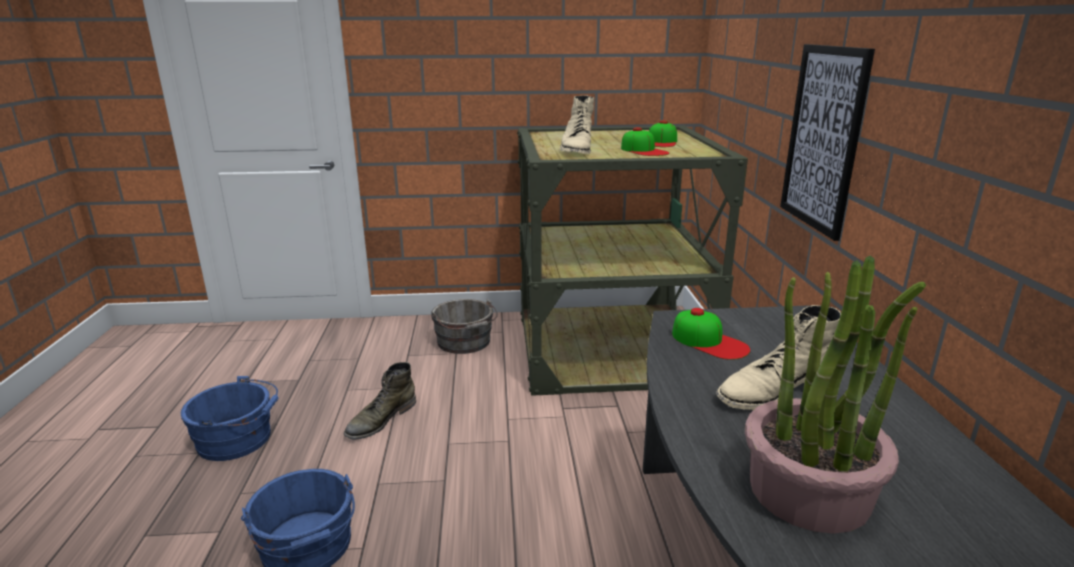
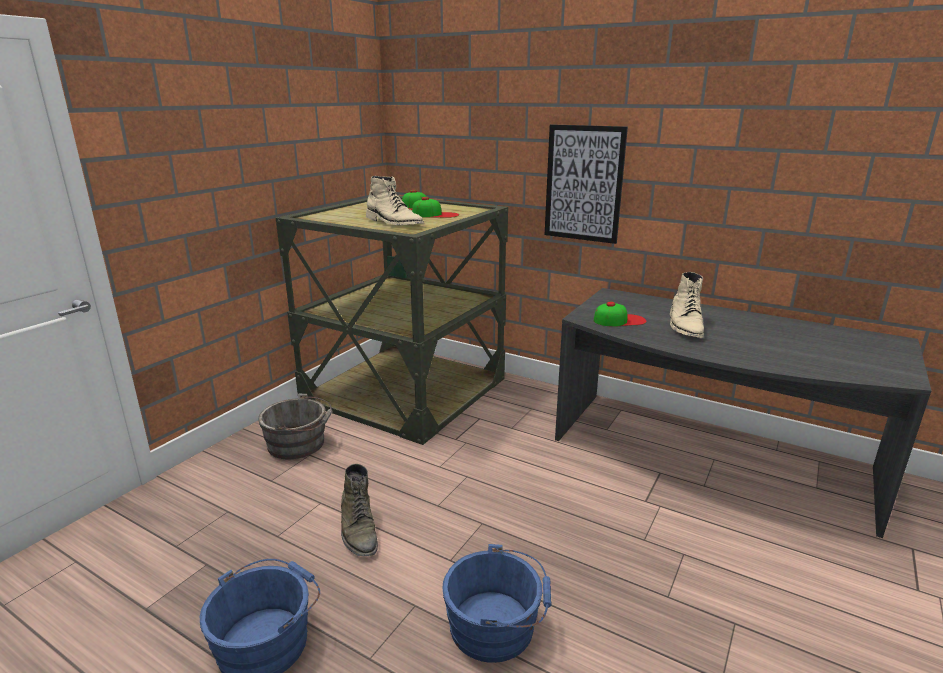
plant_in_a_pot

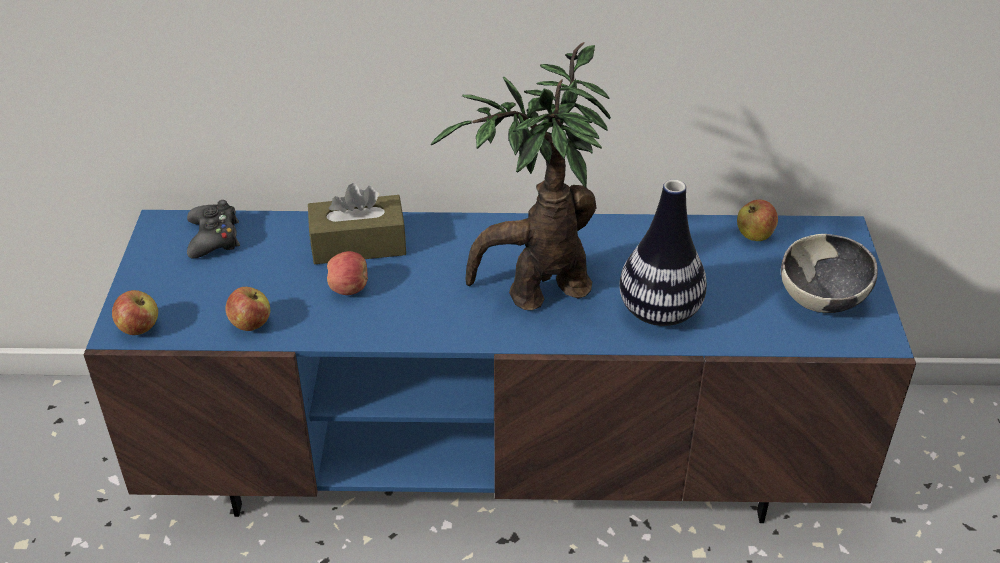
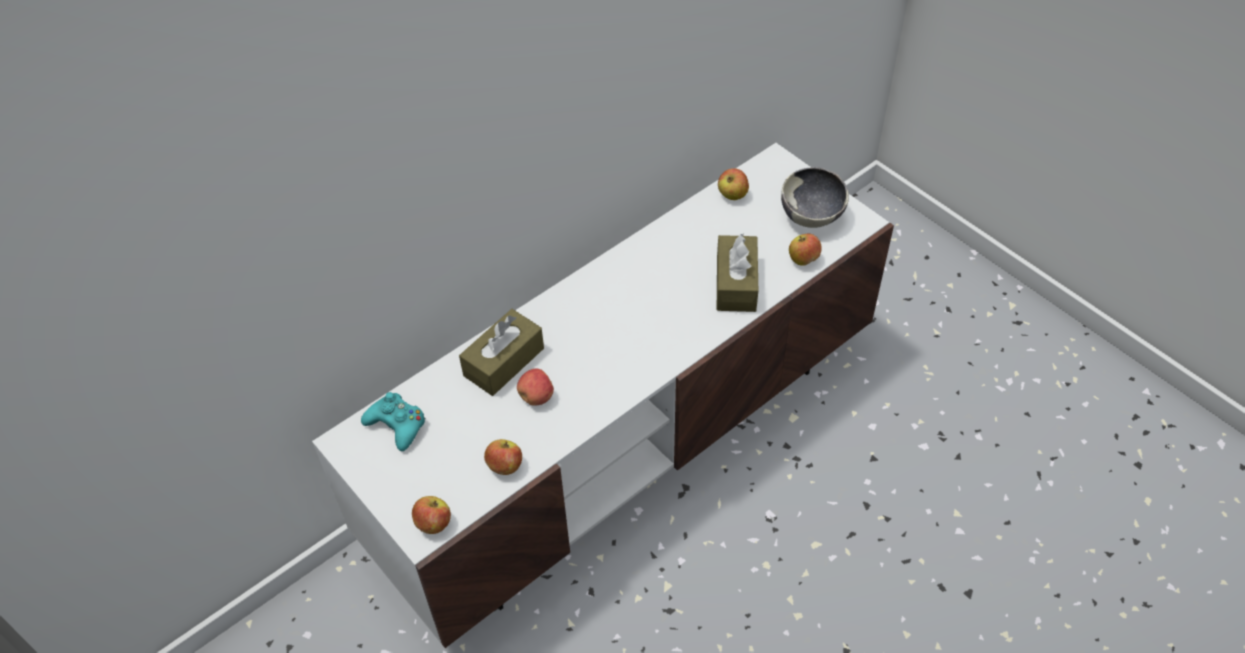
white_media_console; turquoise_joypad; brownish_box_of_tissues (2nd from left); whole_apple (5th from left); plant_in_a_pot

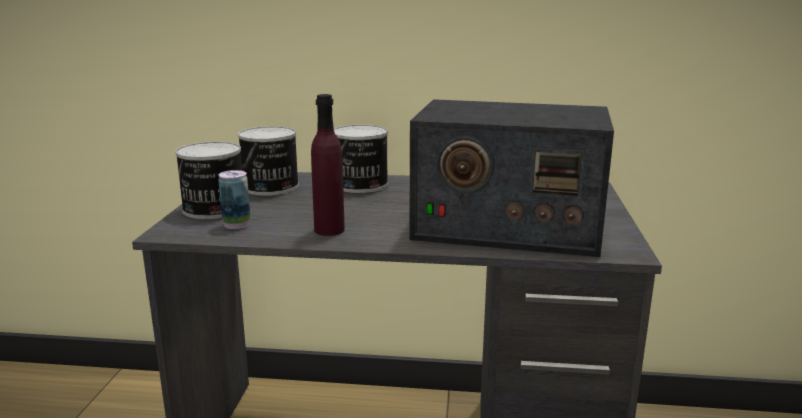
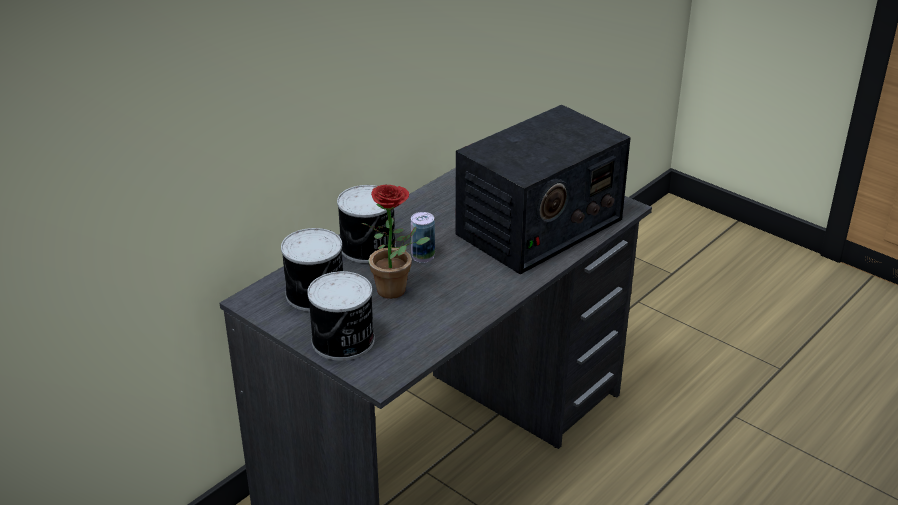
plant_in_a_pot; can (4th from left); purple_drink_bottle

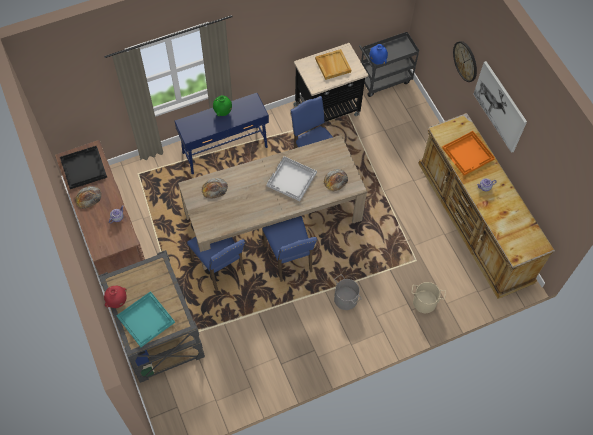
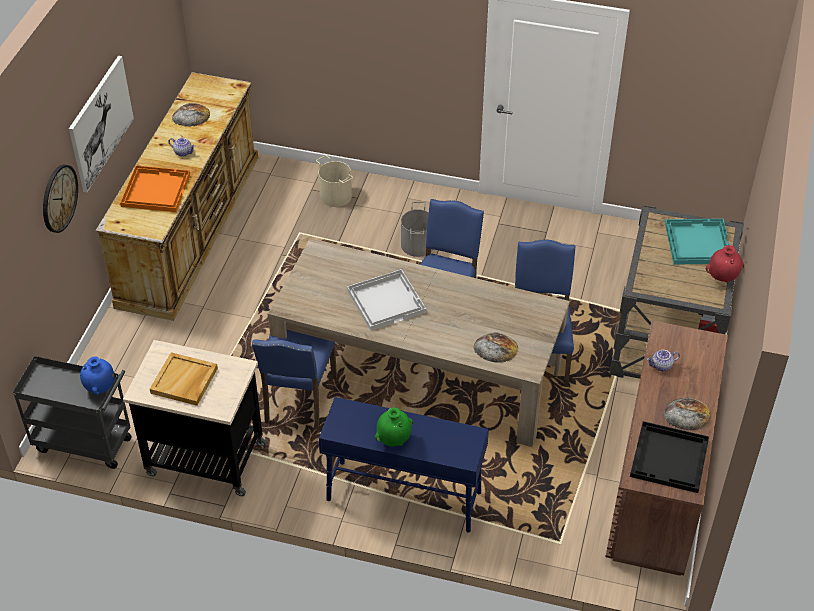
bakery_bread (1st from left)

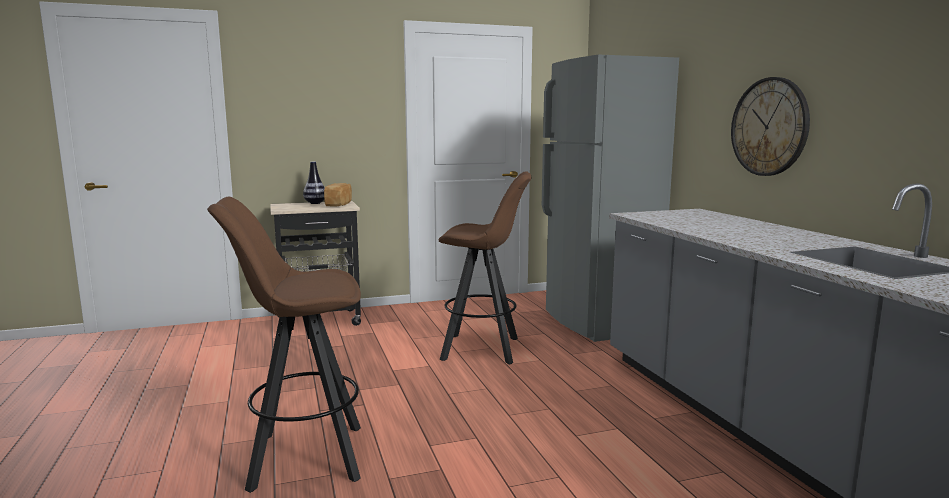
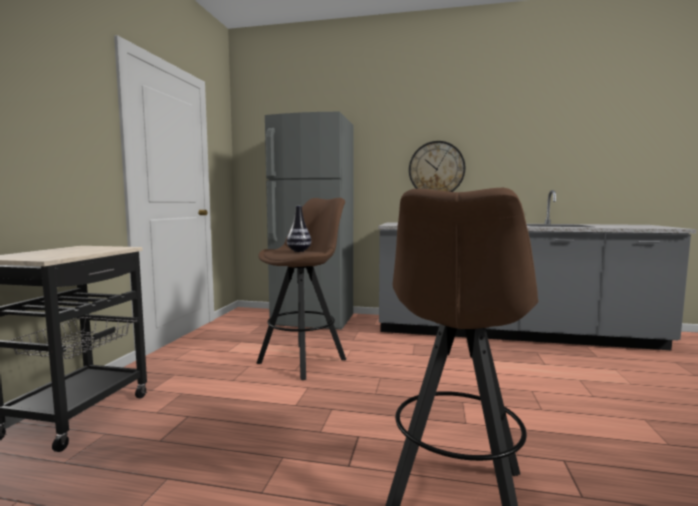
flower_vase; bakery_bread

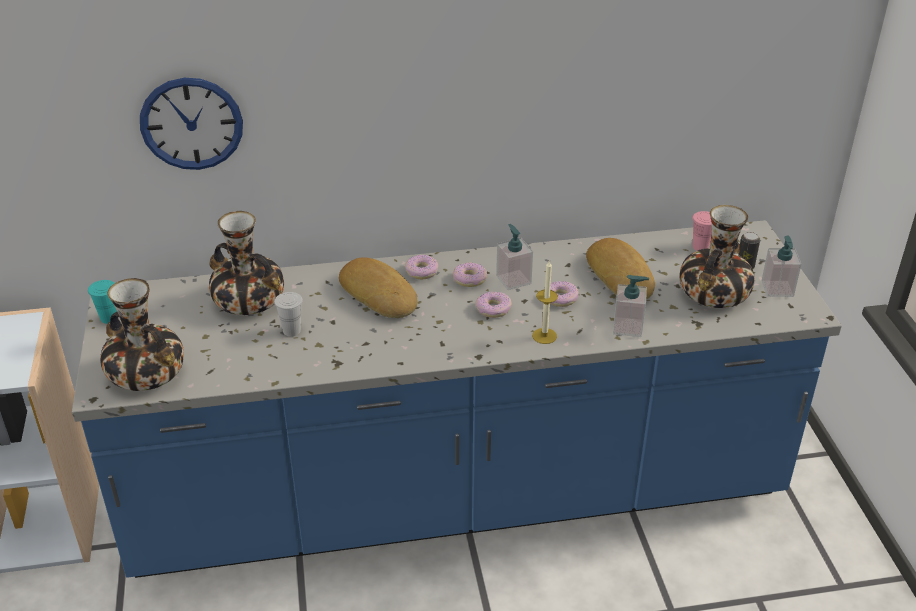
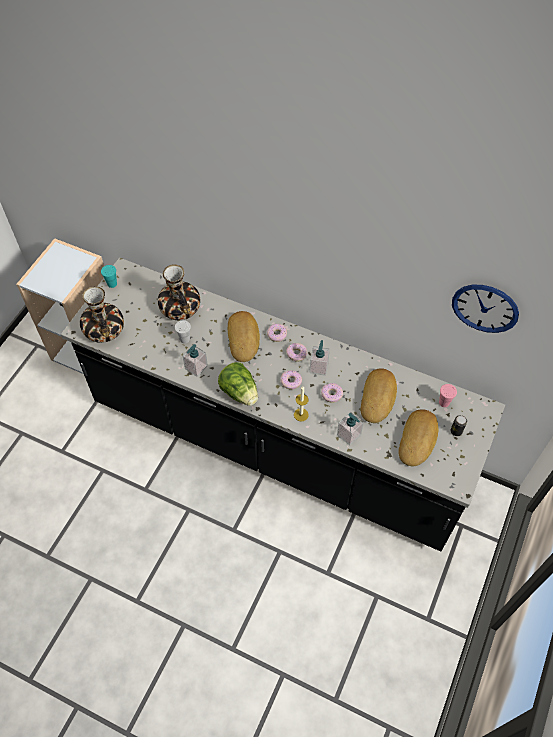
blackish_kitchen_counter; liquid_soap_bottle (1st from left); head_of_lettuce; bakery_bread (3rd from left); wall_clock

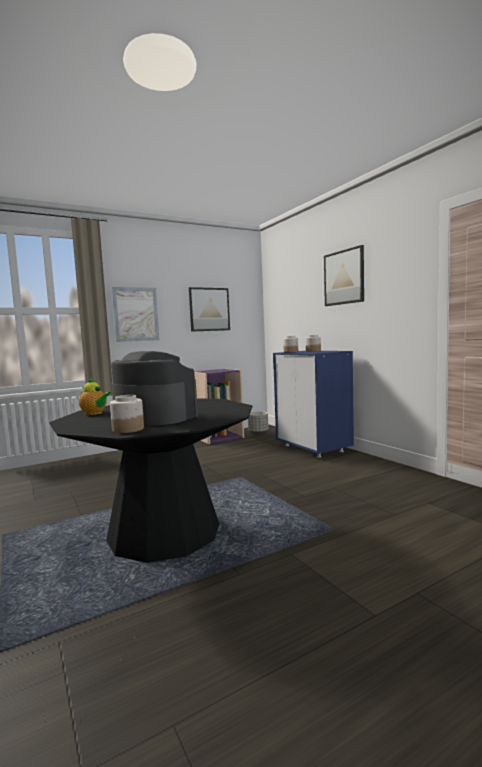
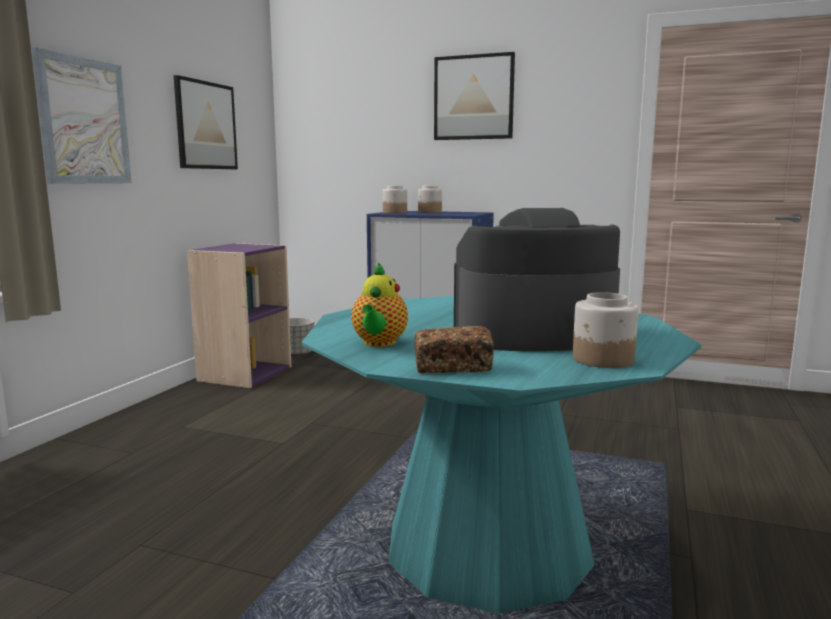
turquoise_dining_table; teapot; bakery_bread

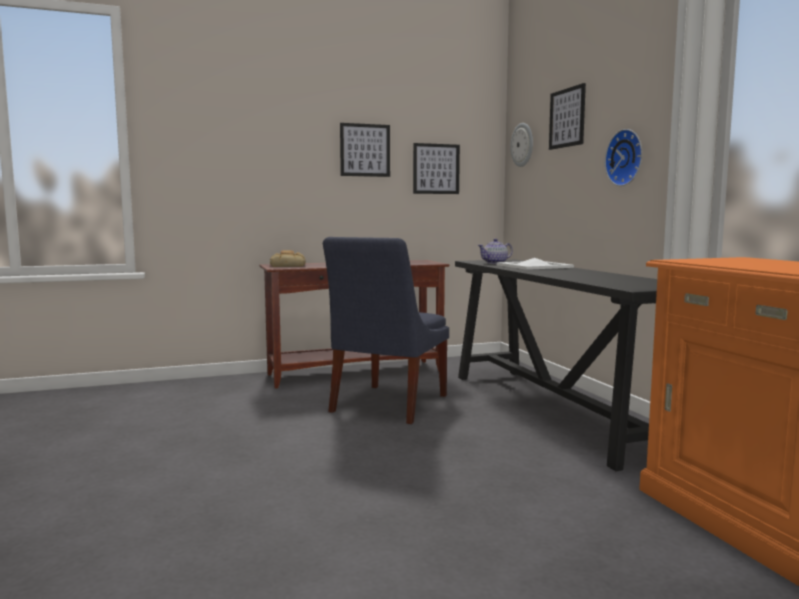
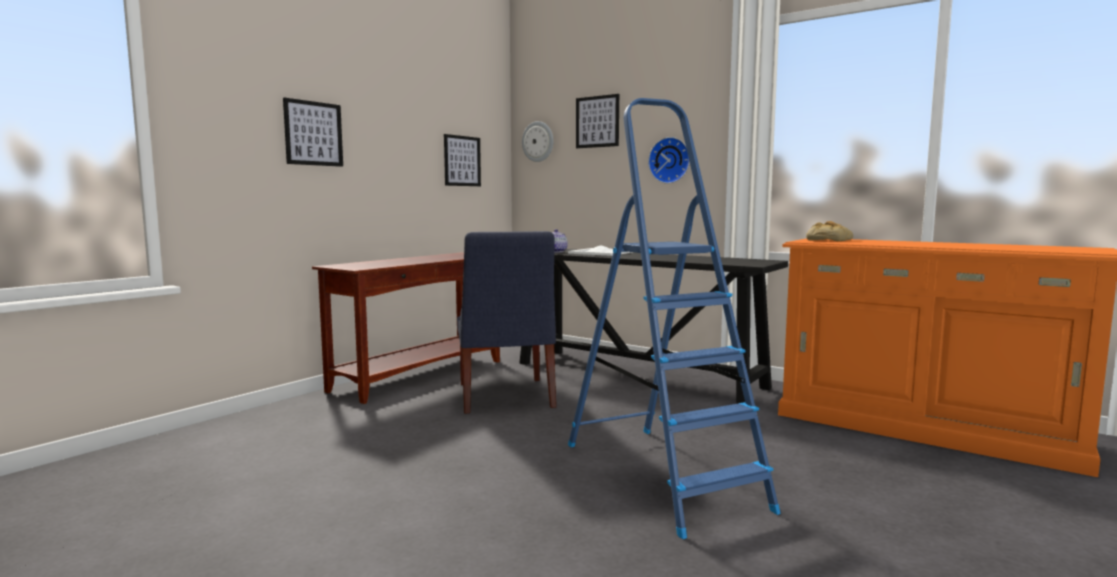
wall_art (1st from left); blue_stepladder; bakery_bread

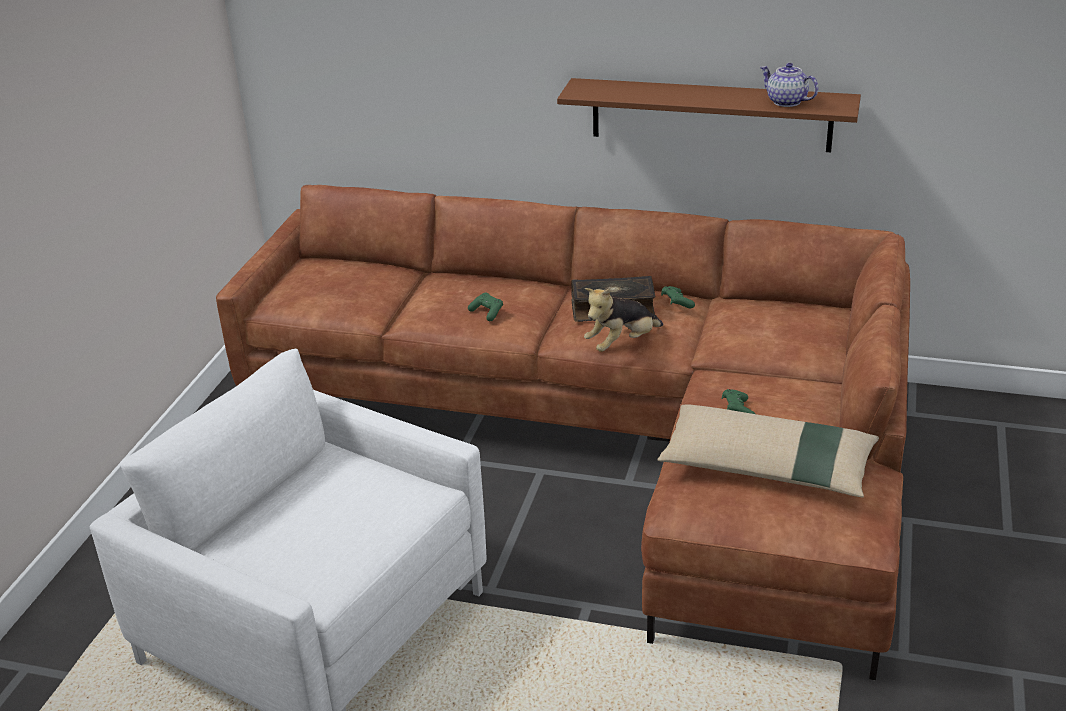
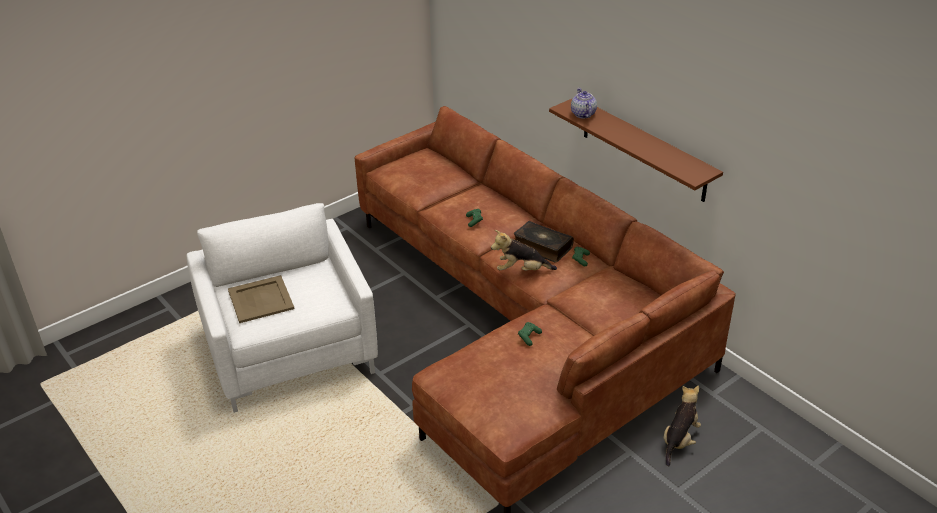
beige-coloured_carrying_tray; teapot; plush_toy (2nd from left); beige-coloured_pillow

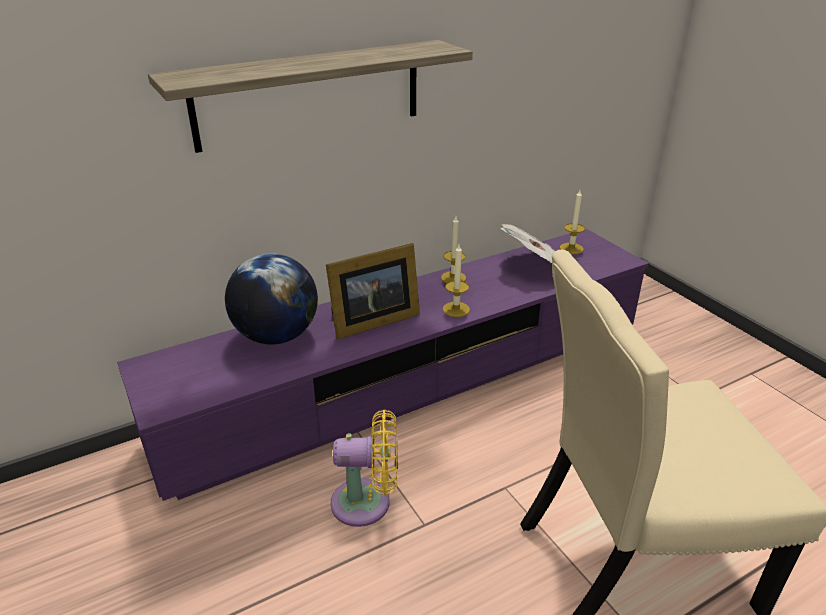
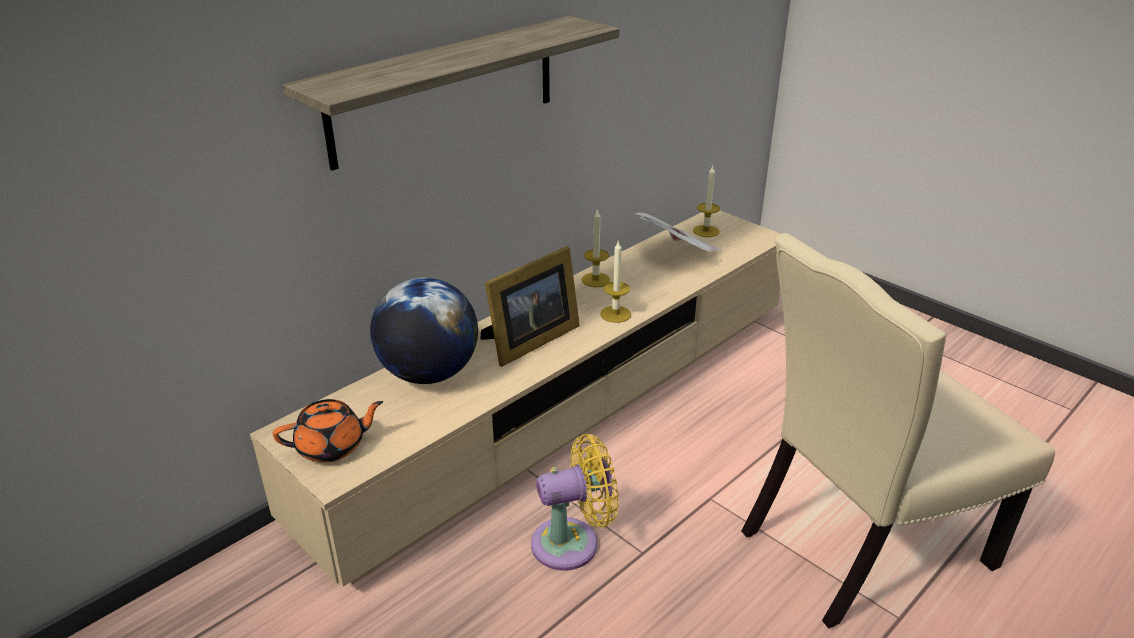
beige-coloured_media_console; orangey_teapot

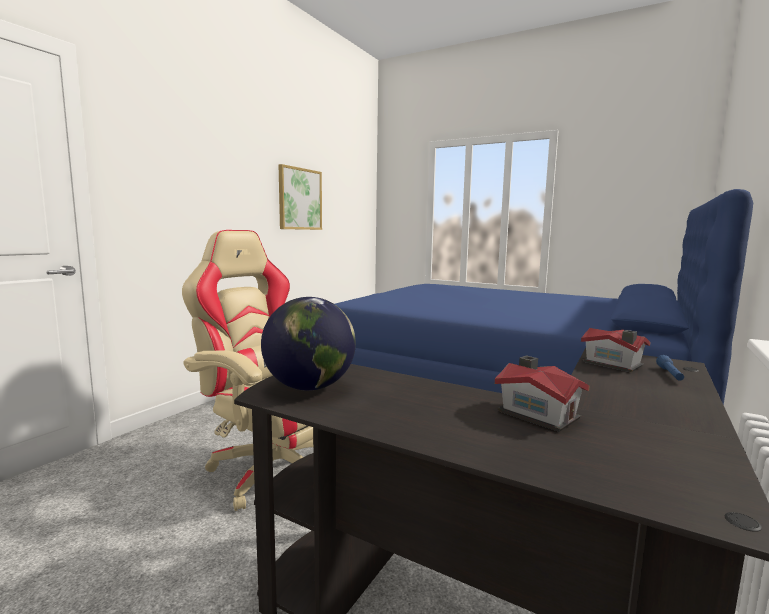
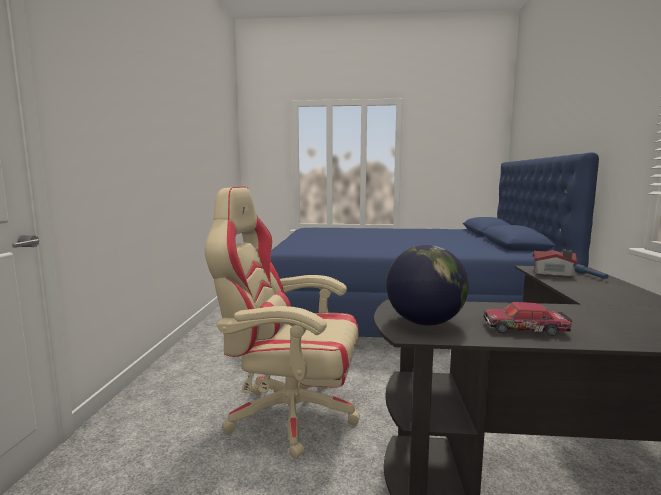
miniature_car; wall_art; miniature_house (1st from left in the first image)

